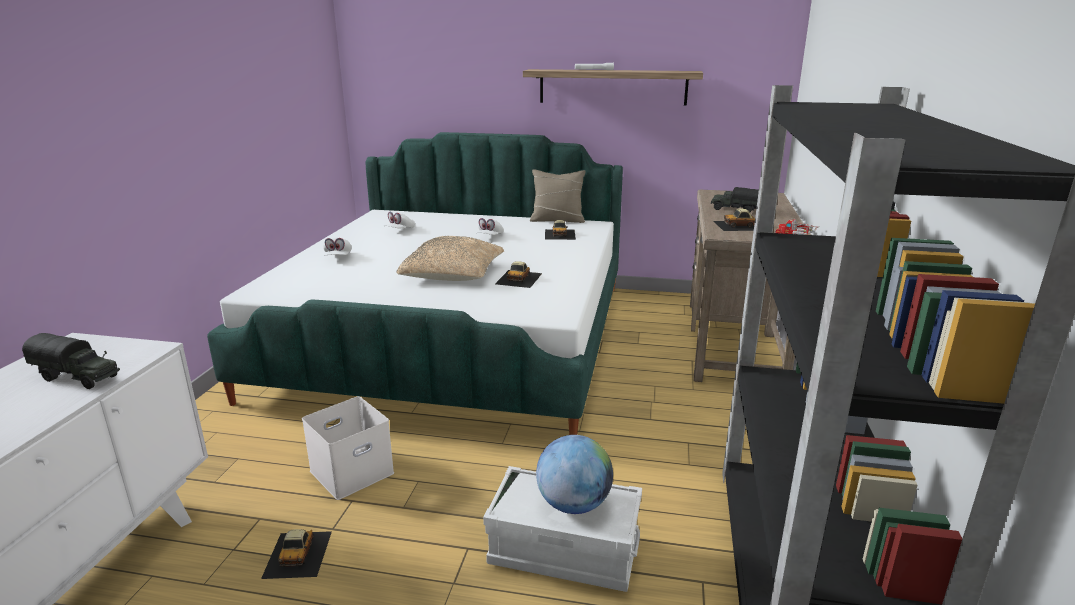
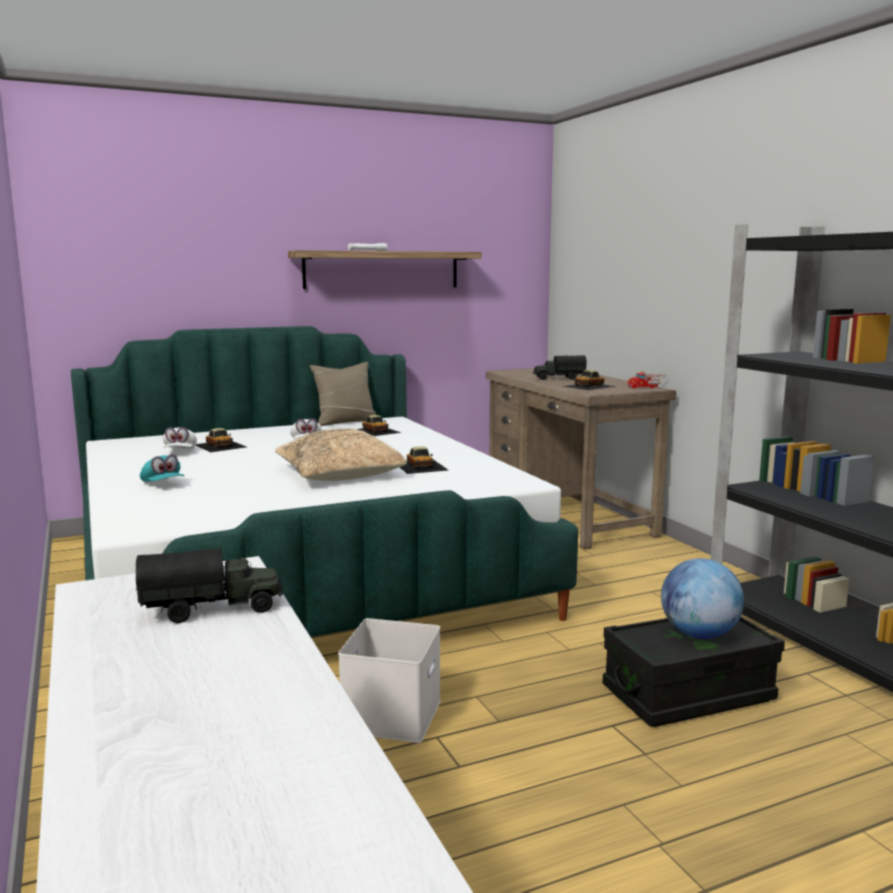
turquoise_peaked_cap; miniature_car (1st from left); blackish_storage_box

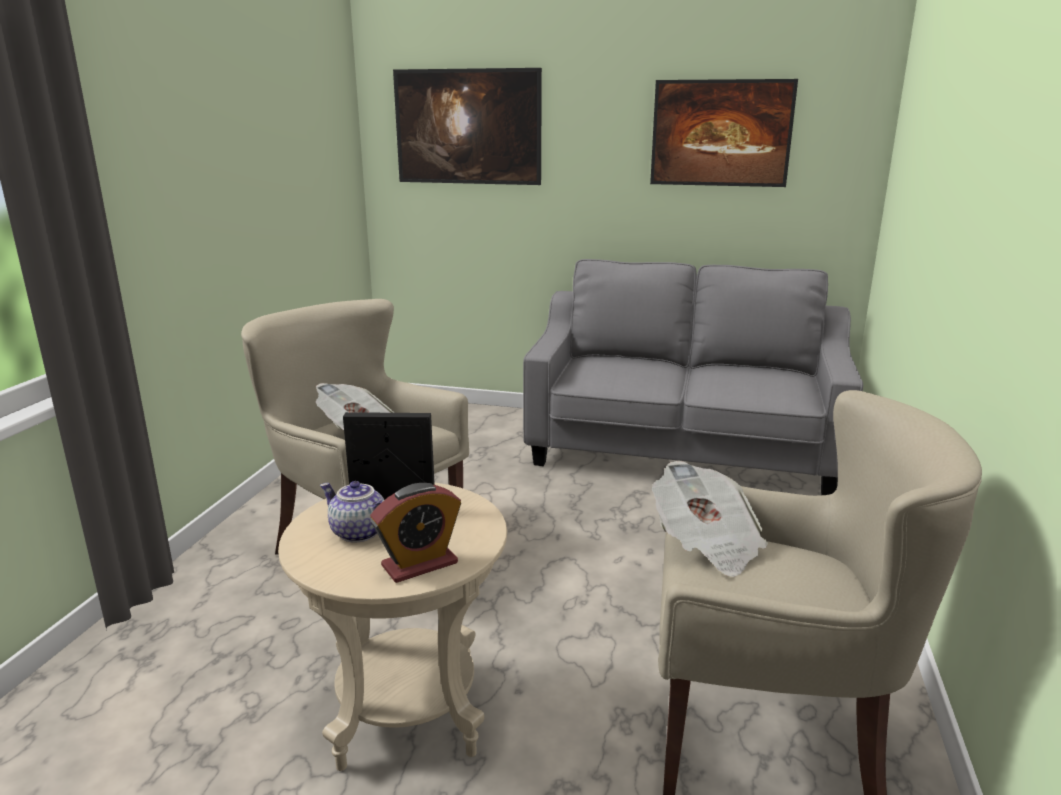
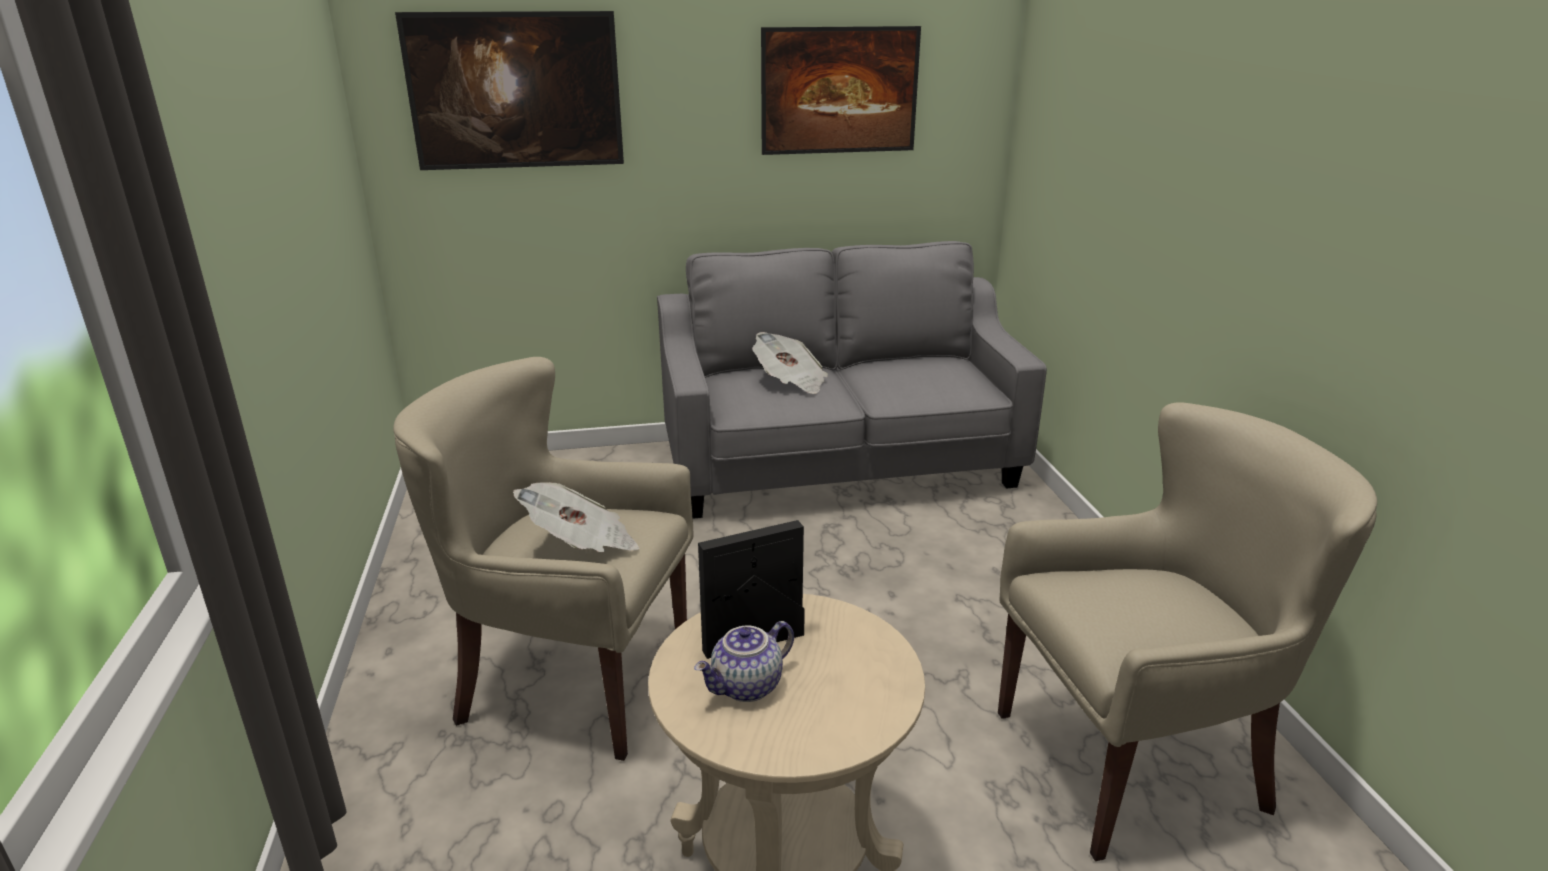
teapot; printed_paper (2nd from left); bedside_clock

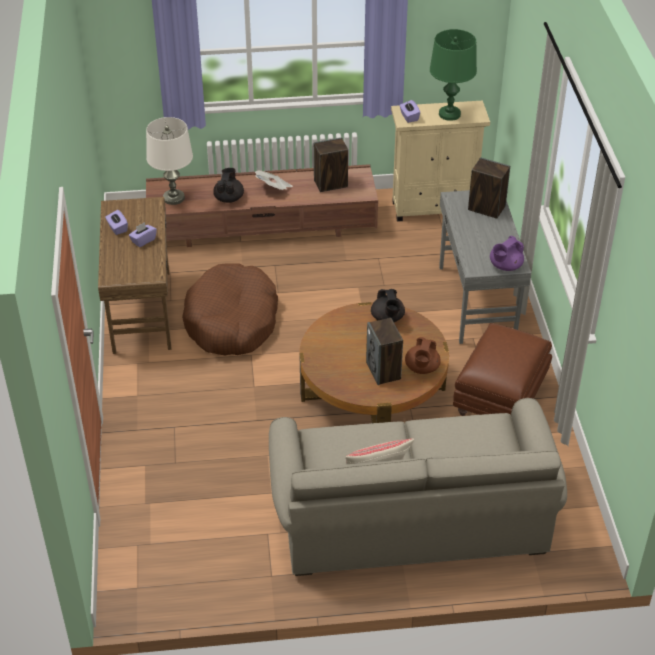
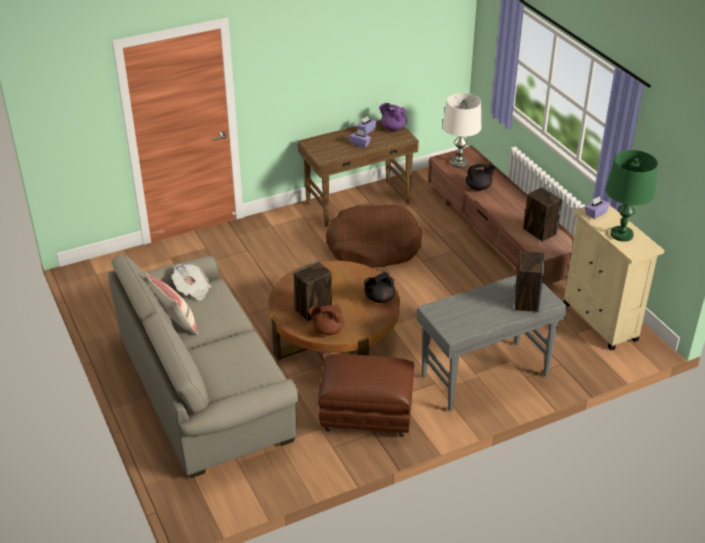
printed_paper; purple_teapot

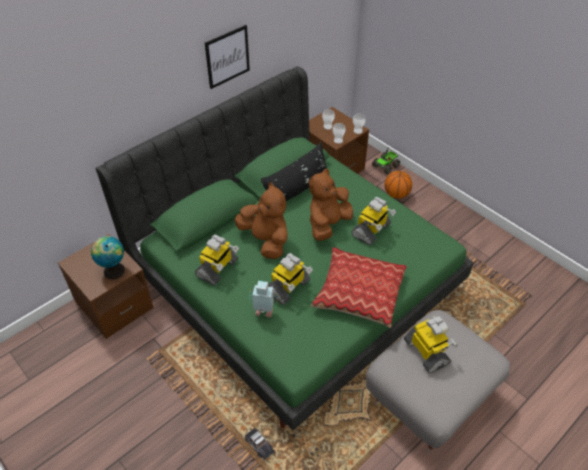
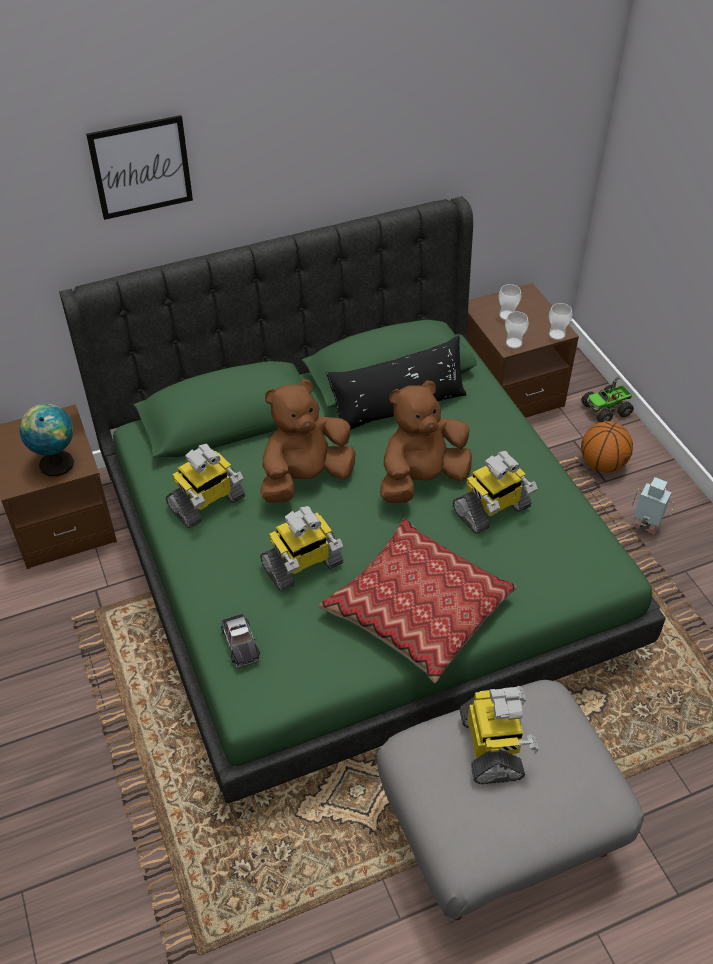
wall_art; miniature_car; brownish_plush_toy (1st from left); toy_robot (5th from left)

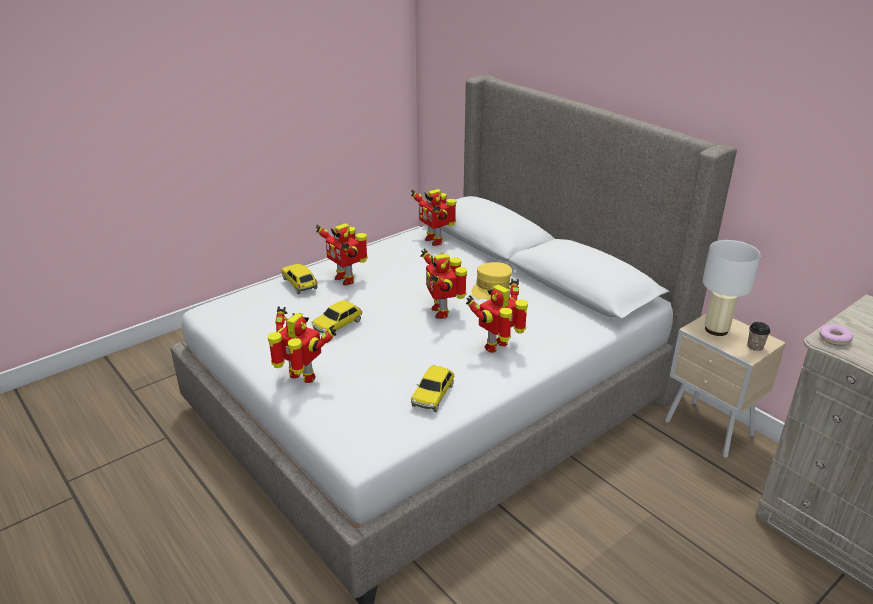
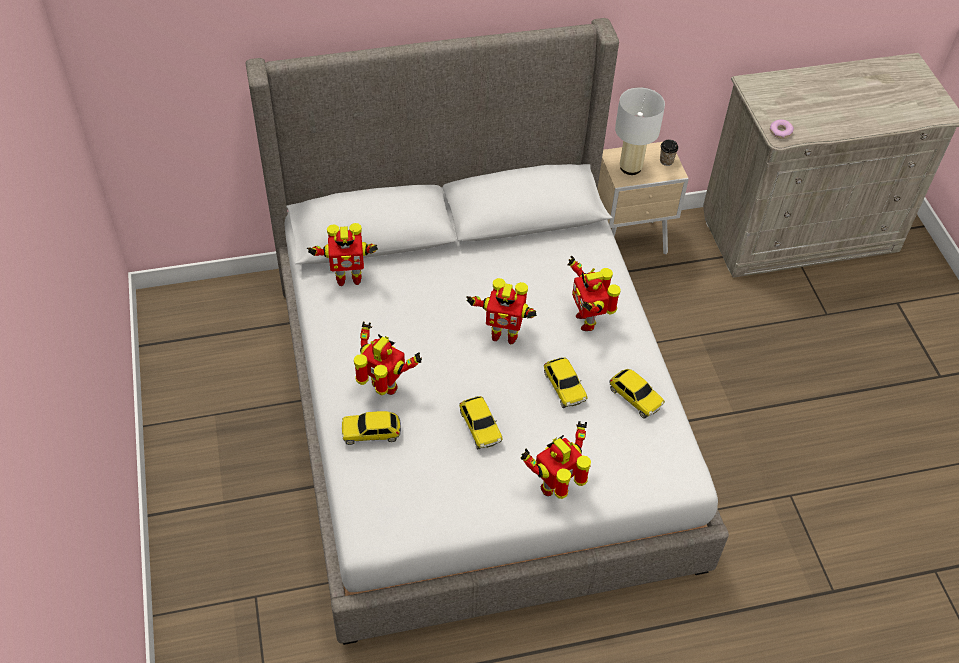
toy_robot (2nd from left); miniature_car (3rd from left); yellow_peaked_cap

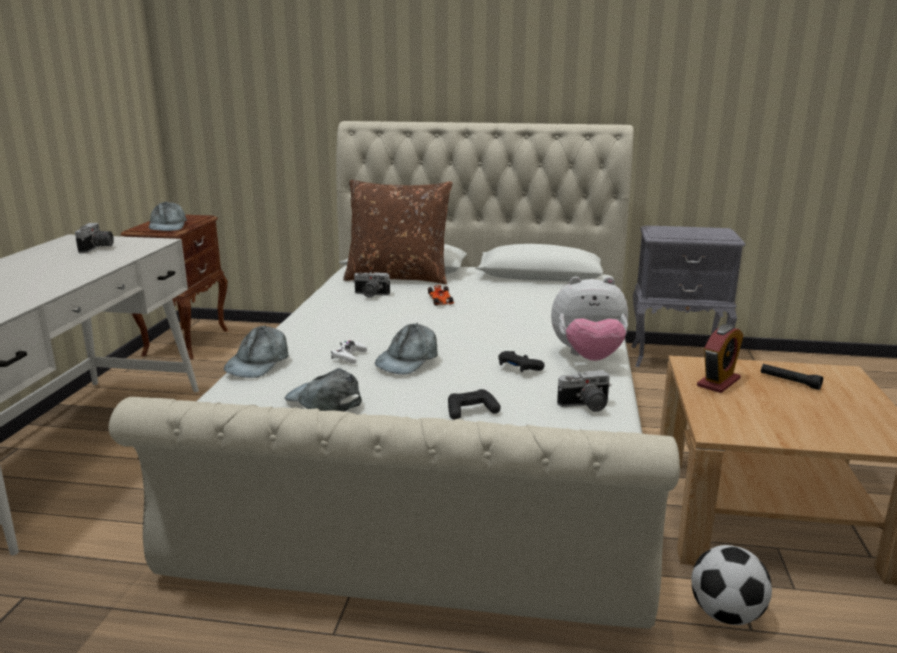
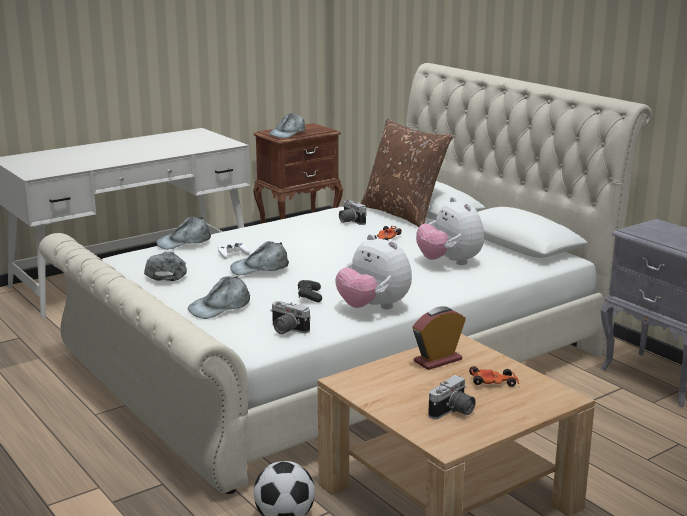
gray_peaked_cap (3rd from left); bedside_clock; plush_toy (2nd from left); still_camera (3rd from left); miniature_car (2nd from left)

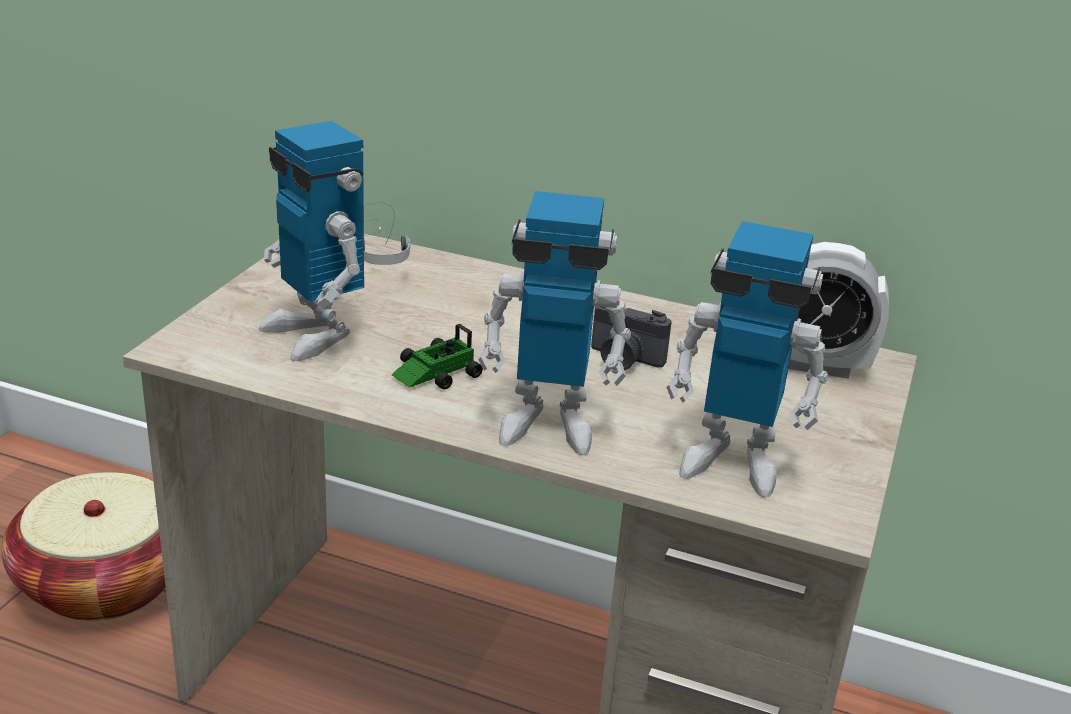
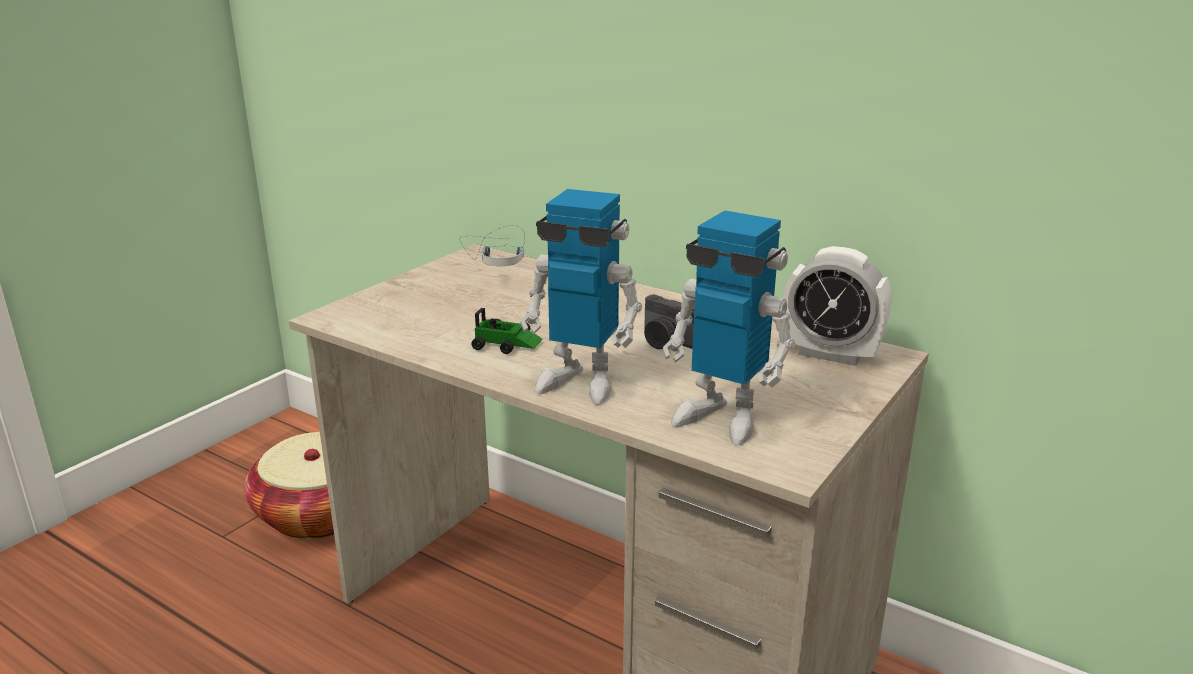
miniature_car; toy_robot (1st from left in the first image)

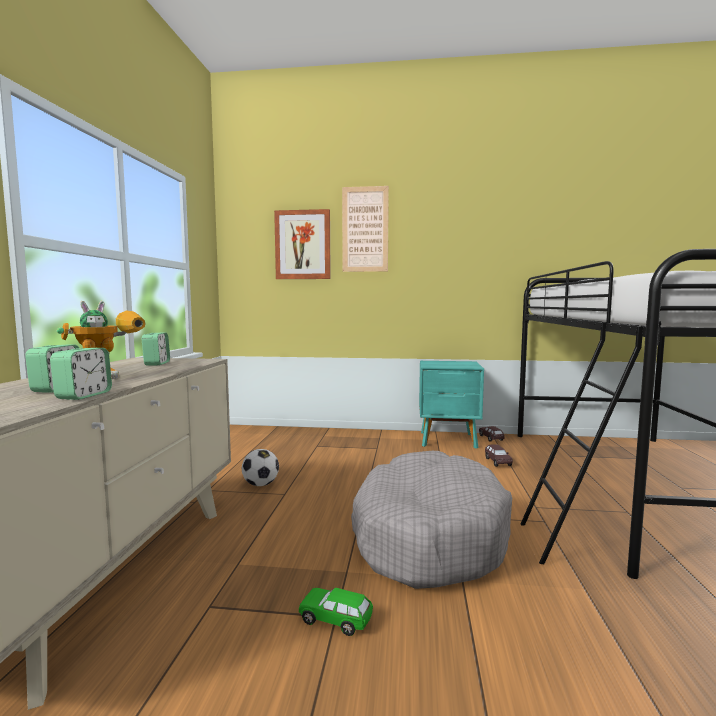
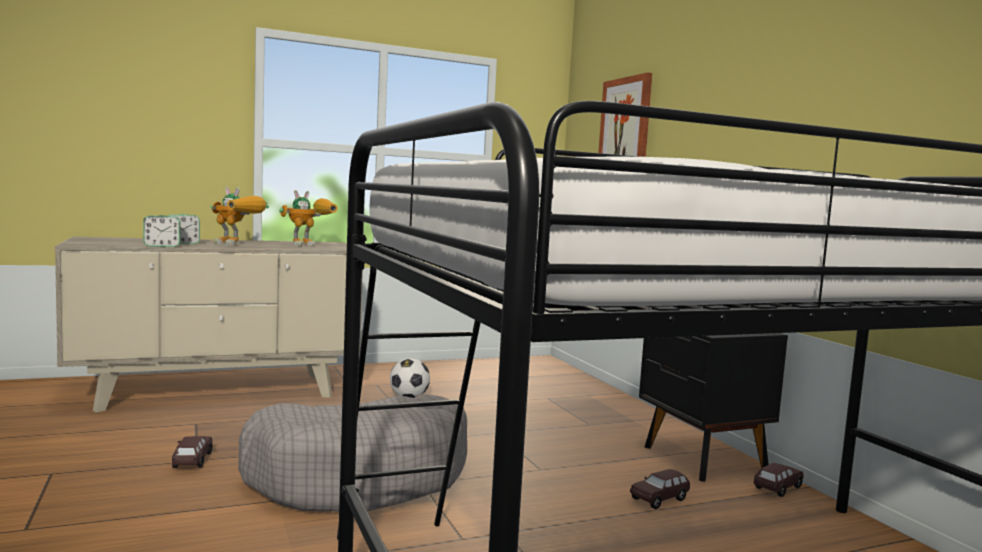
brownish_miniature_car (1st from left); toy_robot (2nd from left); blackish_bedside_table; wall_art (2nd from left in the first image)

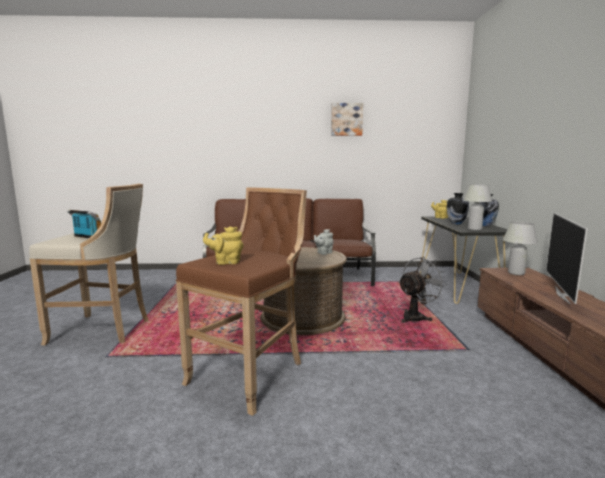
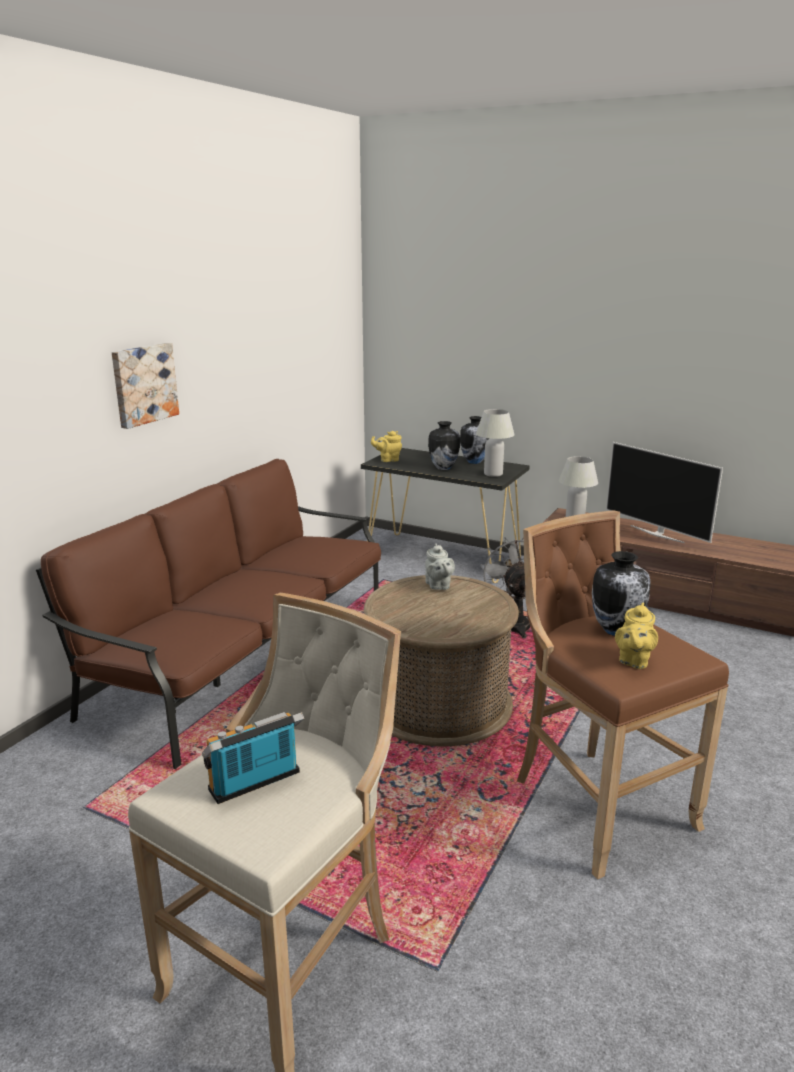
wall_art; flower_vase (3rd from left)

